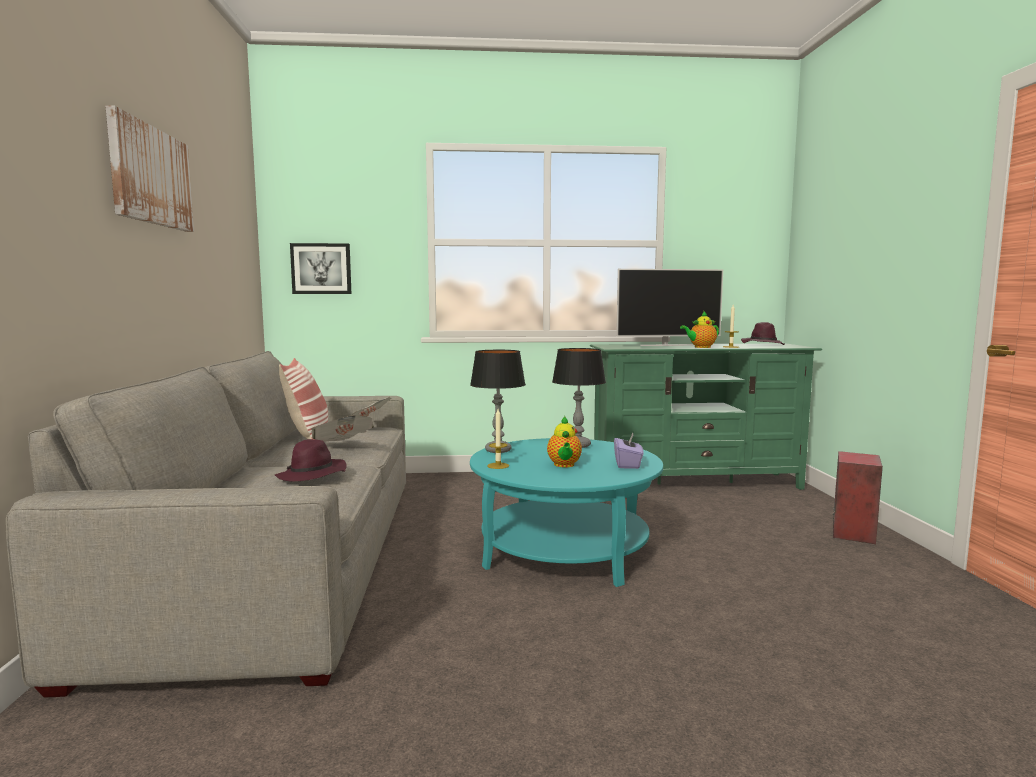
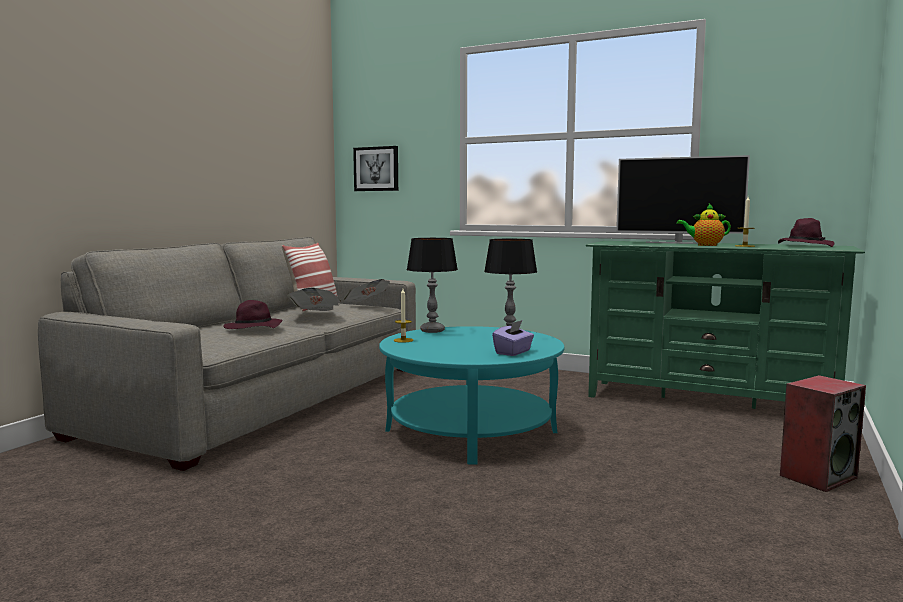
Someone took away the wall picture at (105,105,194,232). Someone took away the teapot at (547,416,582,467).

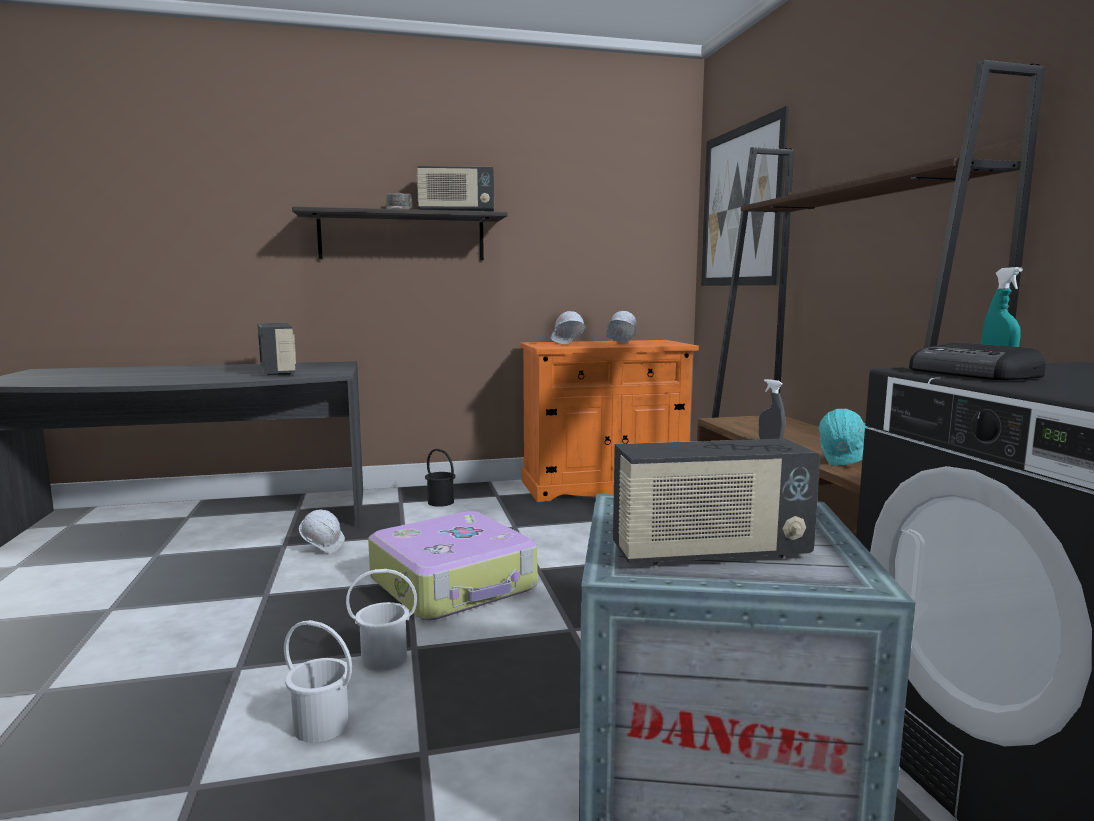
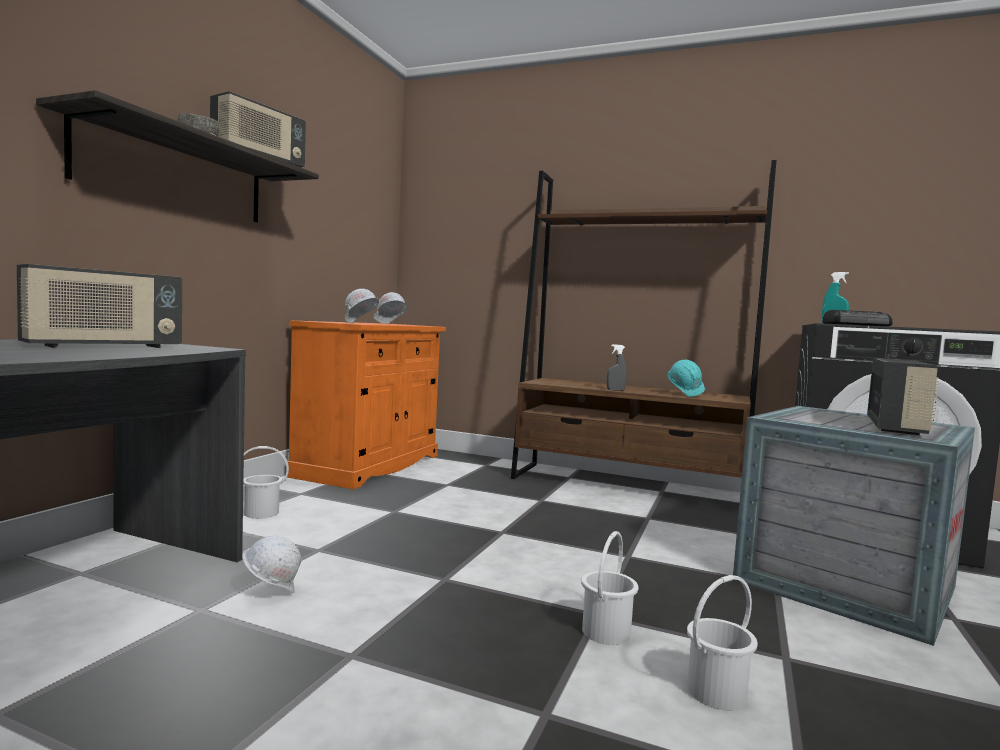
Someone took away the piece of luggage at (368,511,537,621). Someone took away the wall picture at (701,106,789,286). Someone repainted the black-coloured bucket at (425,449,456,507), which became the whitish bucket at (243,446,289,519). Someone rotated the radio set at (257,323,296,376) by 120 degrees clockwise.

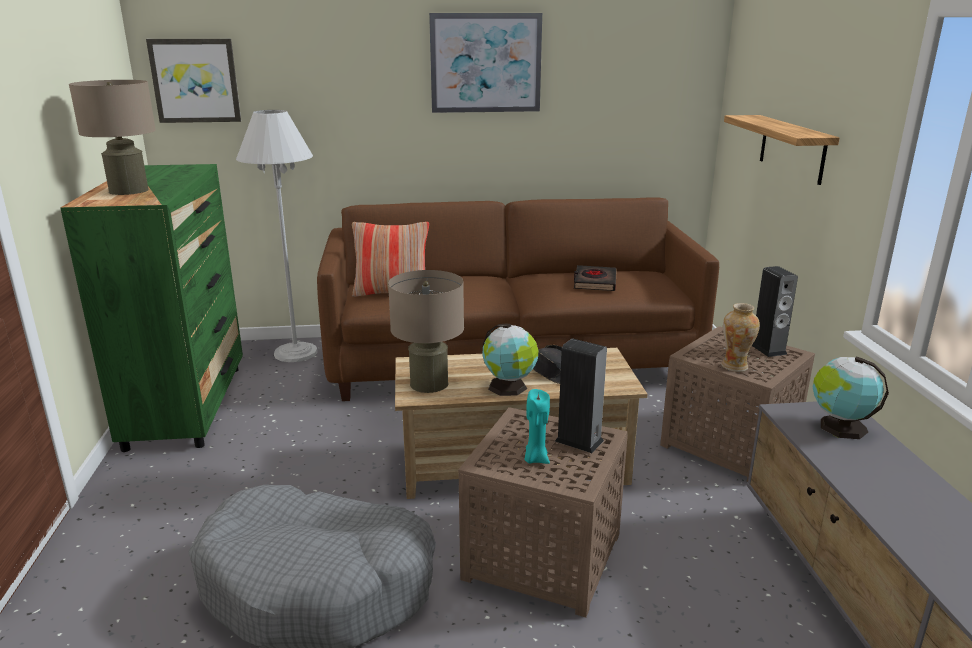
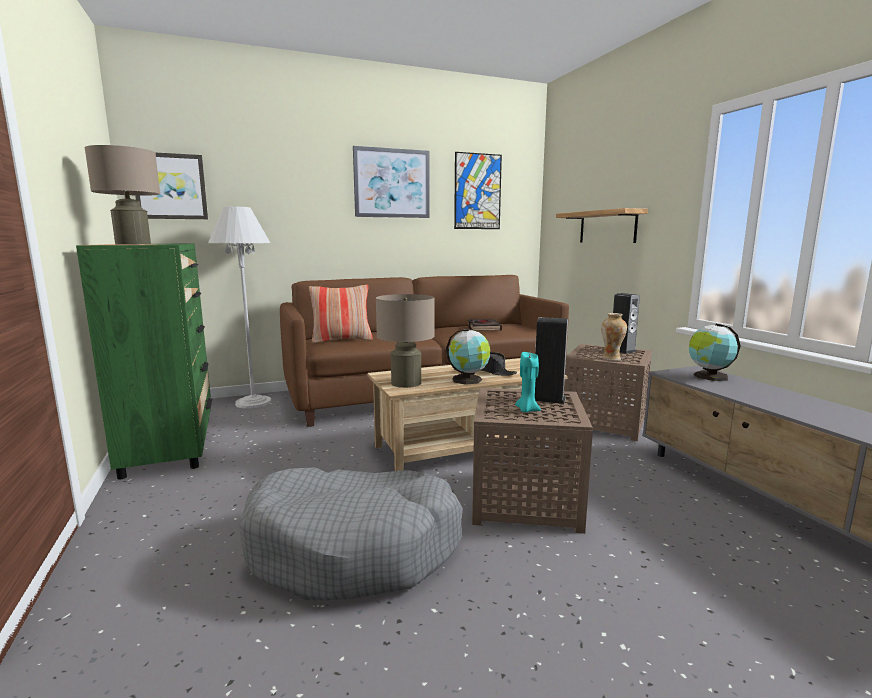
Someone put up the wall picture at (454,152,502,229).

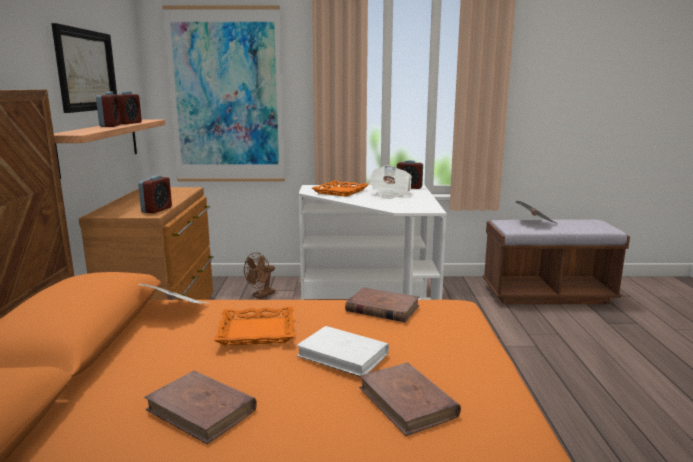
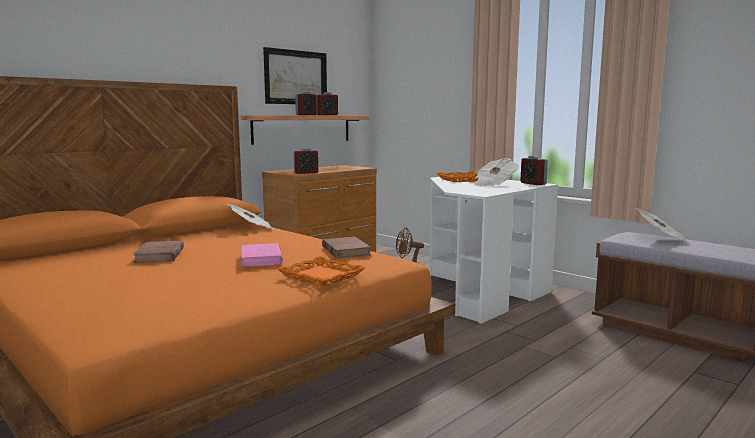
Someone took away the wall picture at (162,5,285,181). Someone took away the brownish bound book at (359,363,461,436). Someone carried the orangey serving tray from (214,307,295,346) to (277,256,366,287). Someone repainted the whitish bound book at (296,326,389,377), which became the pinkish bound book at (241,243,283,267).

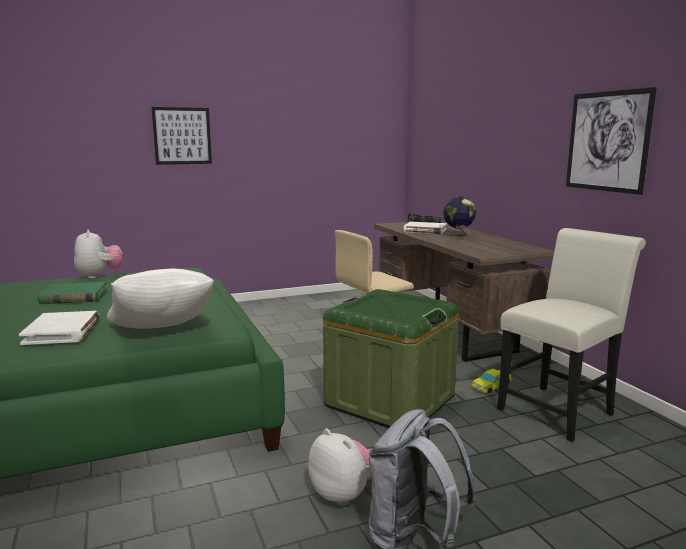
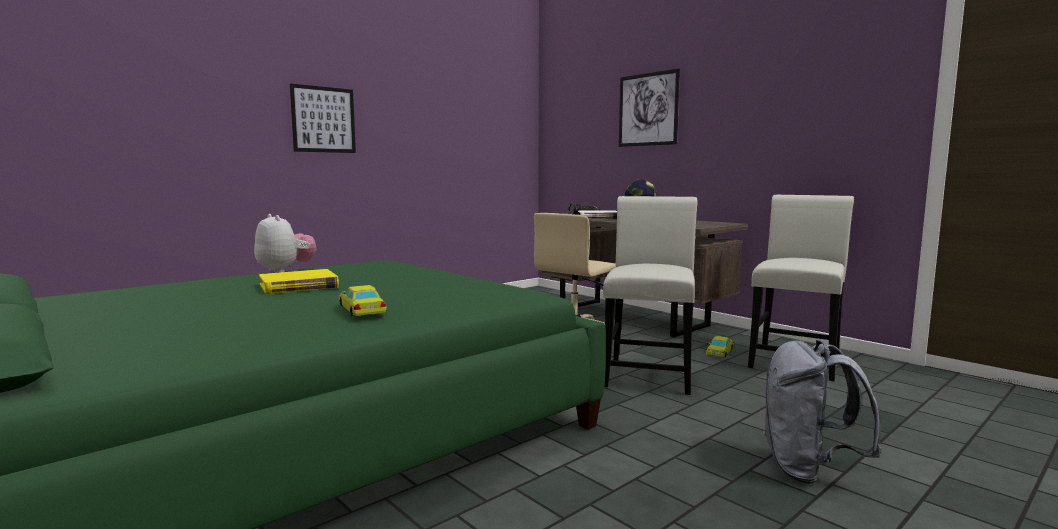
Someone took away the whitish cushion at (107,268,214,329). Someone took away the cuddly toy at (308,428,371,506). Someone carried the wall picture from (566,87,657,195) to (619,68,680,147). Someone swapped the whitish bound book at (19,311,99,345) for the yellow-coloured toy car at (339,285,387,316). Someone swapped the green storage box at (323,289,459,428) for the whitish upright chair at (603,196,698,395). Someone repainted the green bound book at (38,282,107,304), which became the yellow-coloured bound book at (259,269,339,294).

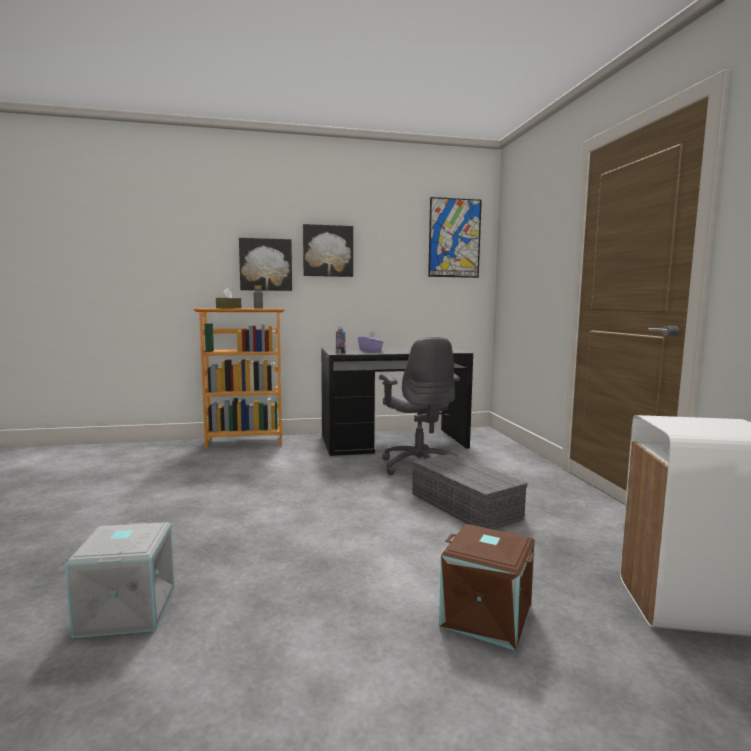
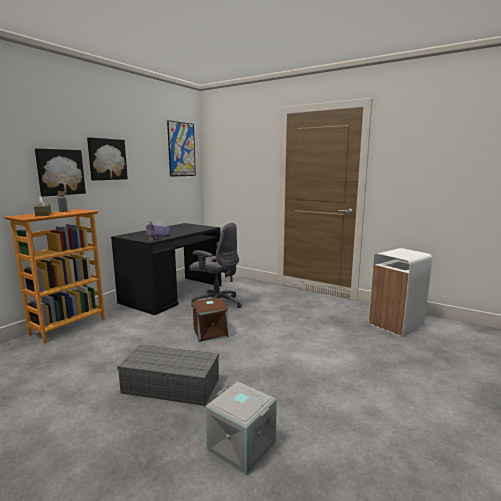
Someone carried the gray storage box from (412,454,527,530) to (117,345,219,406). Someone carried the brownish storage box from (439,524,535,651) to (193,298,229,342).

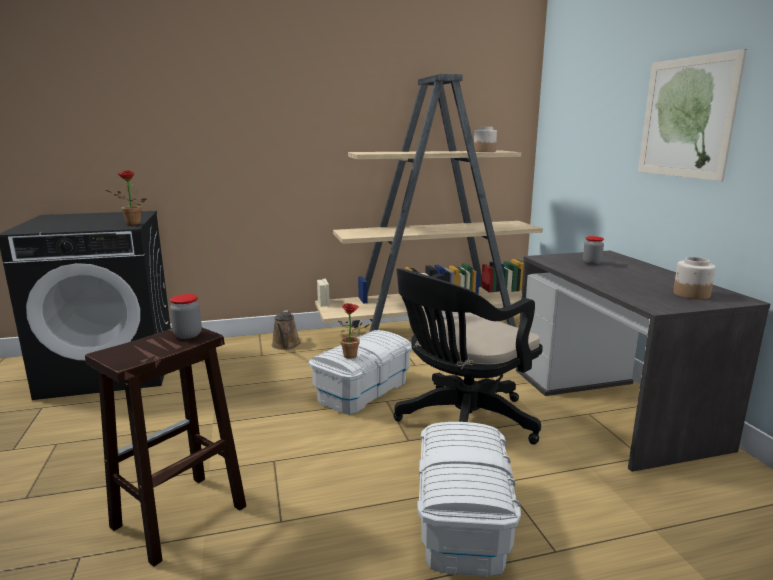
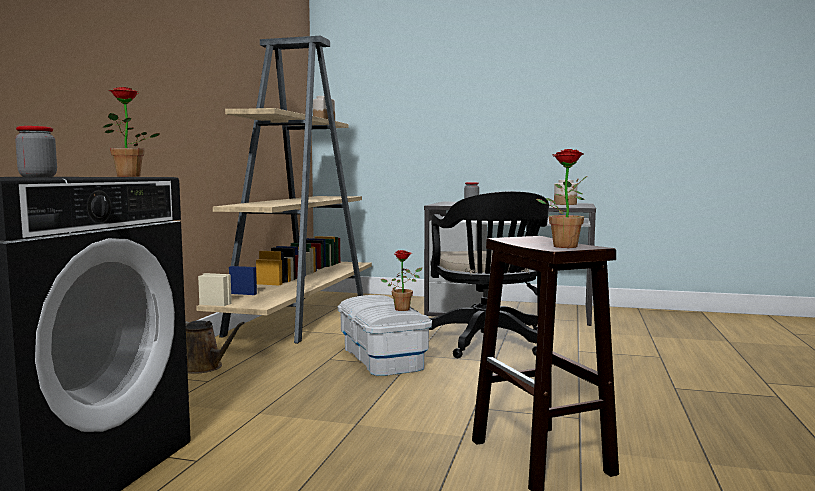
Someone took away the whitish storage box at (417,422,521,577). Someone took away the wall picture at (638,49,747,181). Someone put down the plant in a pot at (536,149,587,248). Someone carried the preserve jar from (170,294,202,339) to (15,126,57,177).

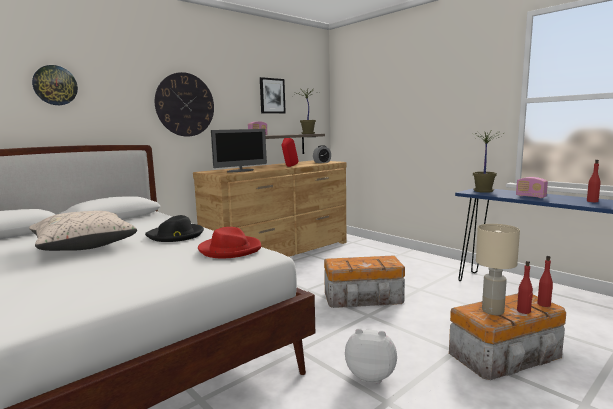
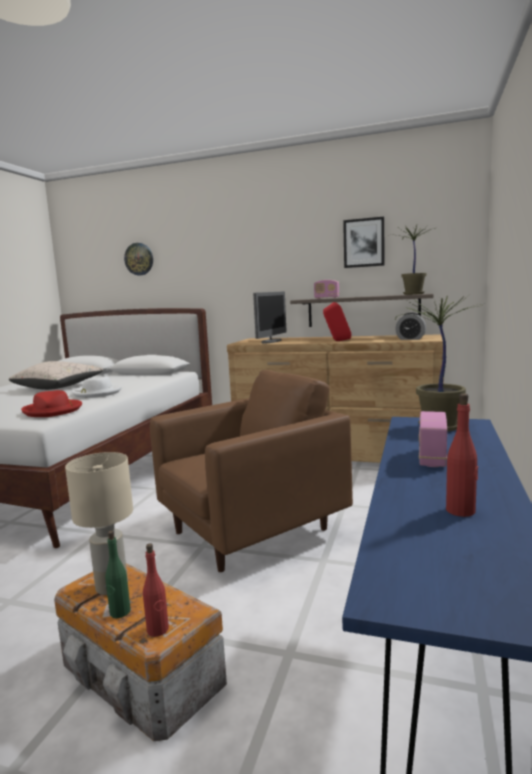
Someone took away the hanging clock at (155,72,214,137). Someone took away the cuddly toy at (345,328,397,383). Someone swapped the storage box at (324,256,405,308) for the brownish lounge chair at (150,370,353,572). Someone repainted the black-coloured clothing hat at (145,215,204,242), which became the whitish clothing hat at (72,376,122,398). Someone repainted the reddish beverage bottle at (517,261,533,314), which became the green beverage bottle at (105,531,131,618). Someone rotated the computer screen at (211,129,267,172) by 90 degrees counterclockwise.

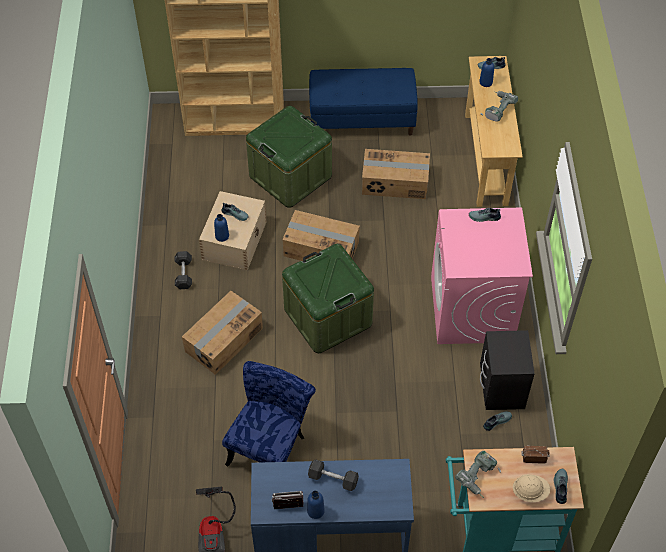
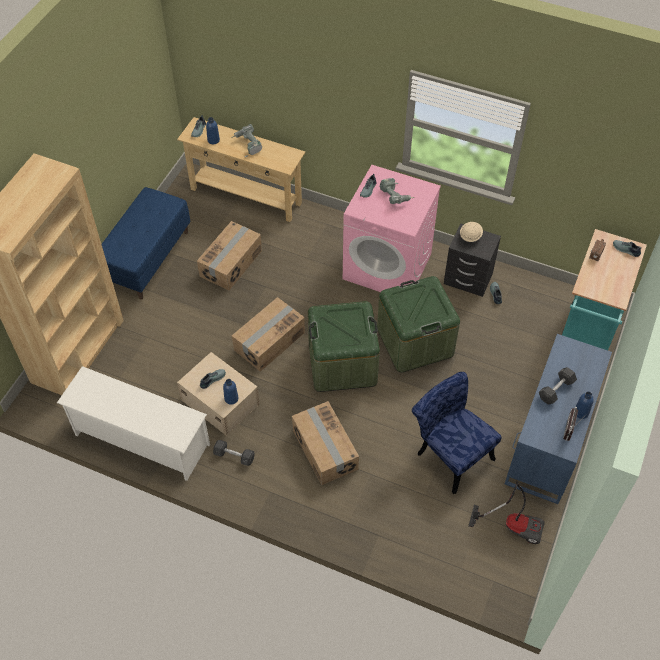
Someone put down the whitish shoe shelf at (57,366,210,481). Someone carried the green storage box from (246,106,332,208) to (377,276,460,372). Someone carried the power drill from (455,451,501,498) to (380,178,414,204). Someone carried the sand-coloured safety helmet from (513,474,550,502) to (460,222,483,242).

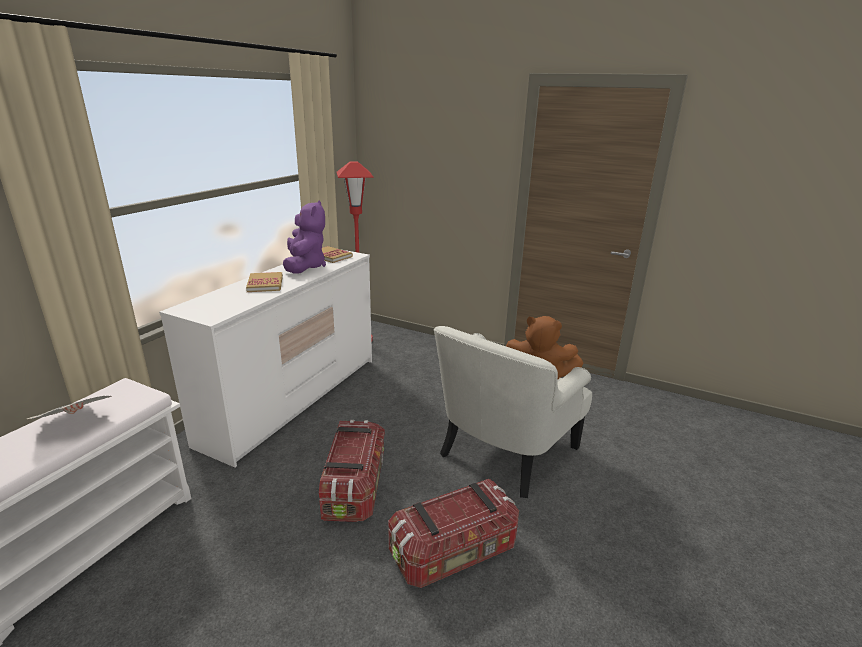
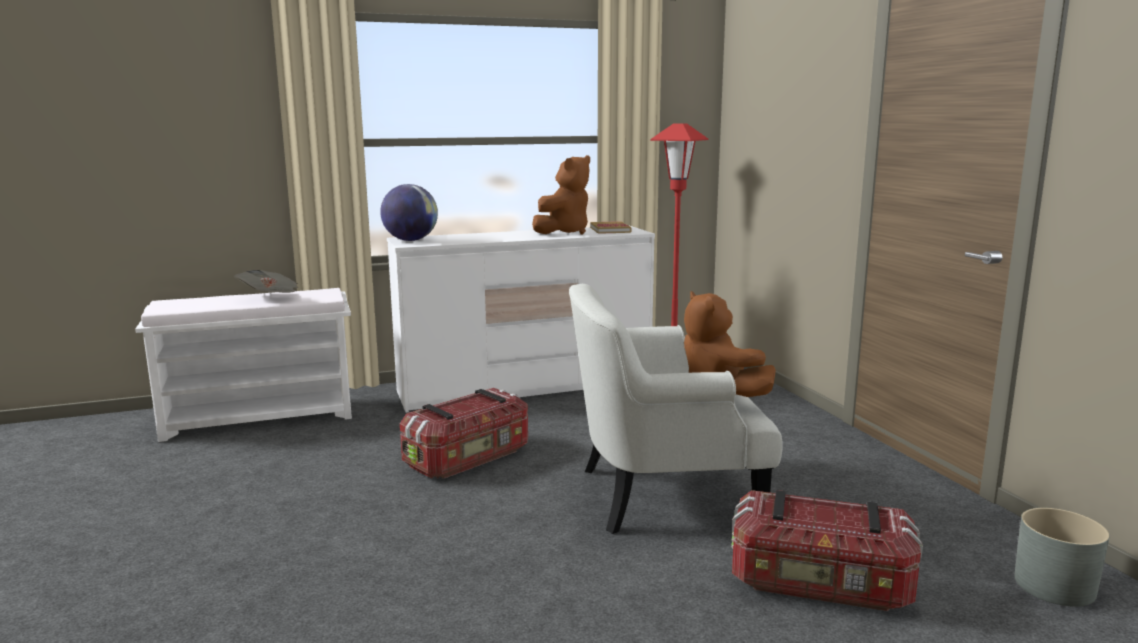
Someone took away the bound book at (246,272,283,292). Someone put down the globe at (380,184,438,241). Someone put down the gray plant pot at (1014,508,1110,607). Someone carried the storage box from (388,479,519,588) to (731,490,923,611). Someone repainted the purple cuddly toy at (283,200,326,274), which became the brownish cuddly toy at (532,155,590,234).

